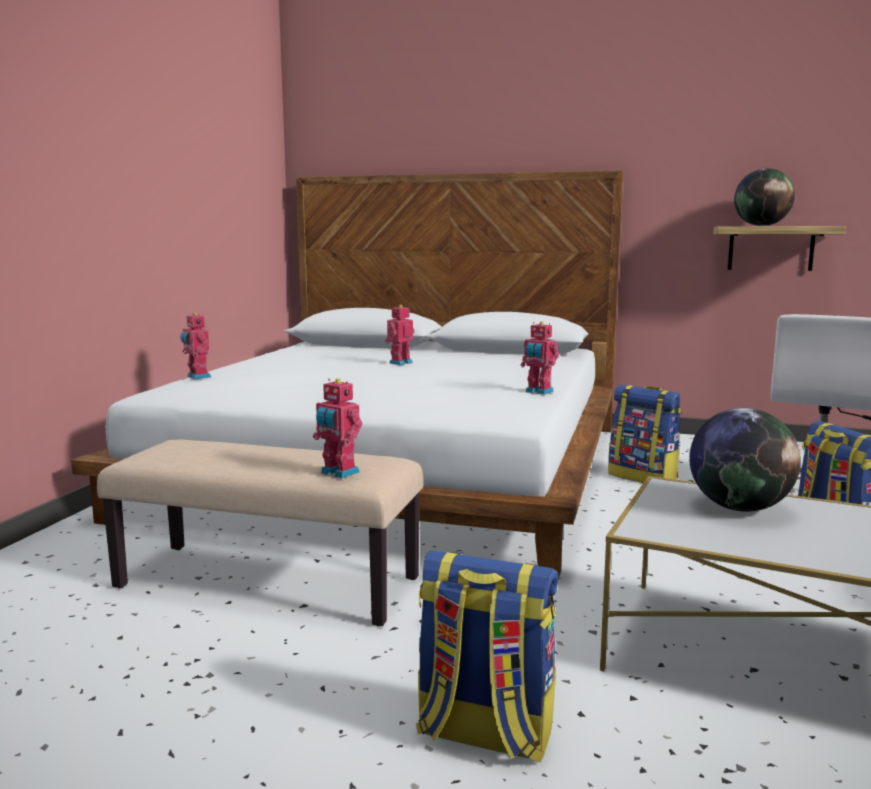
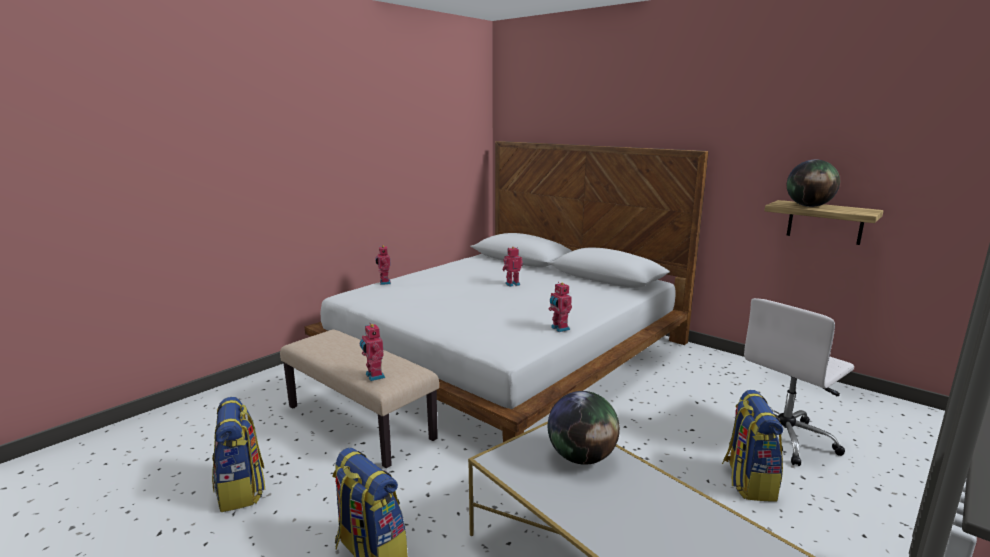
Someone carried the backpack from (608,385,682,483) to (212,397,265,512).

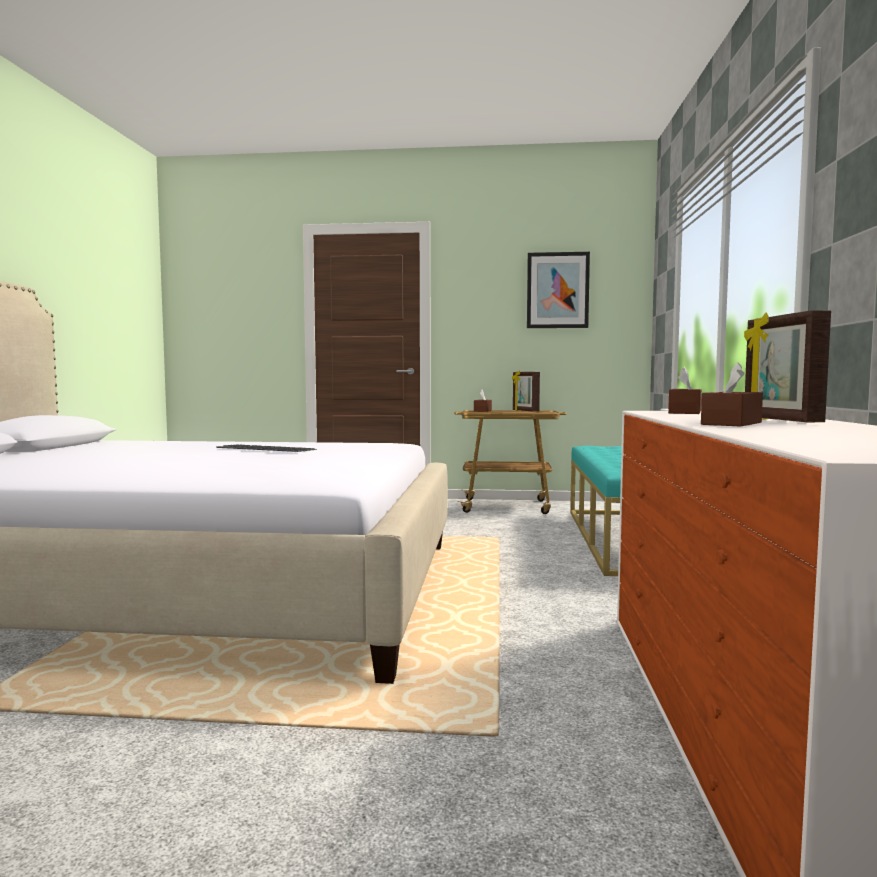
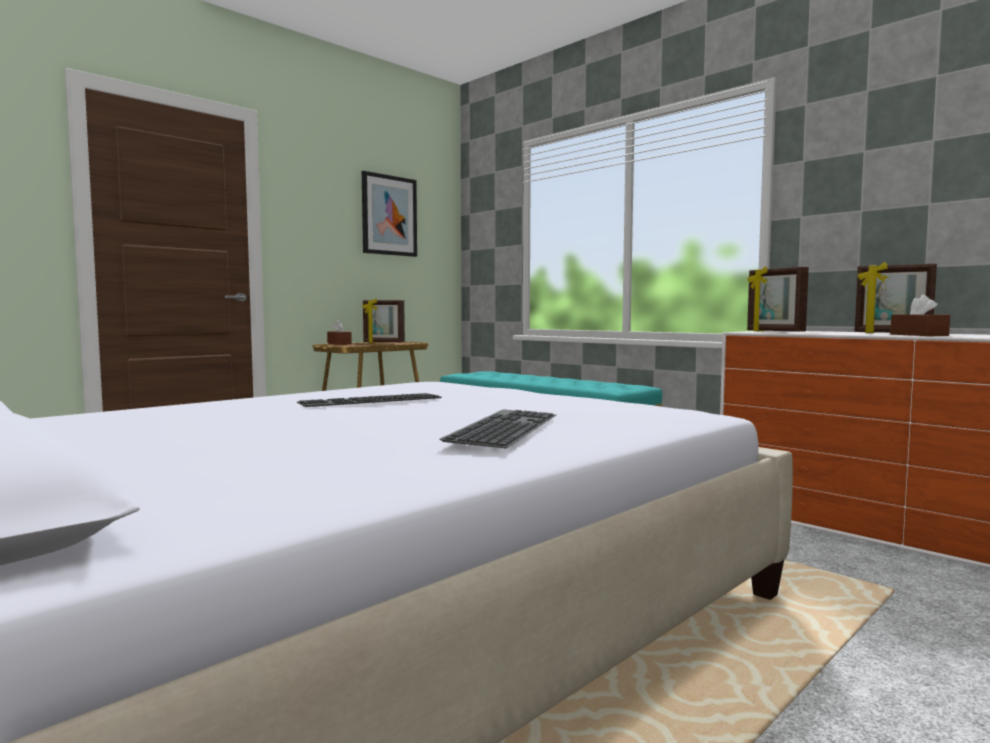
Someone put down the keyboard at (439,409,556,448). Someone swapped the brownish box of tissues at (668,367,702,414) for the standing frame at (747,266,809,332).

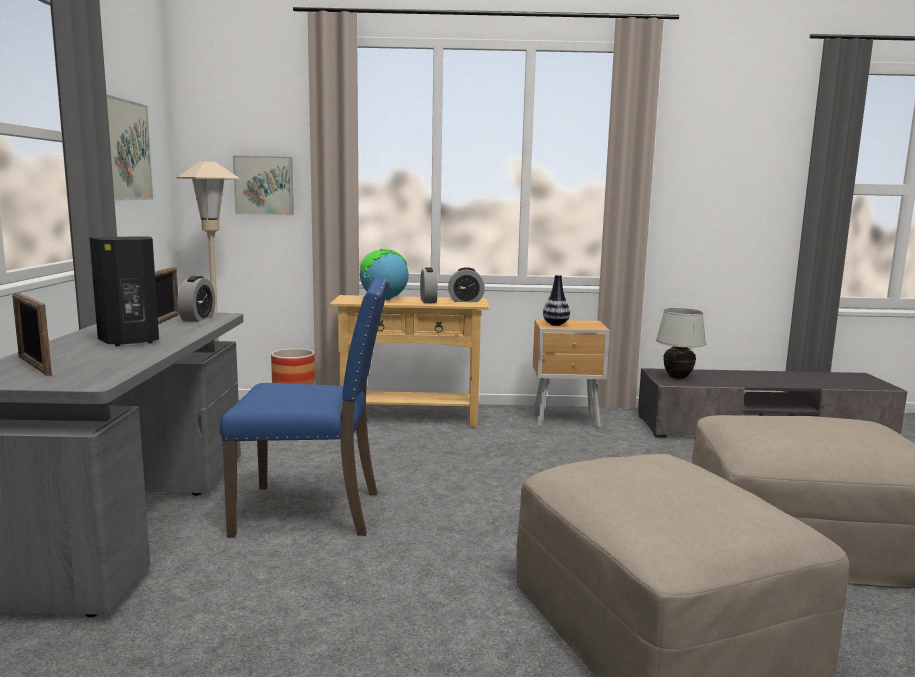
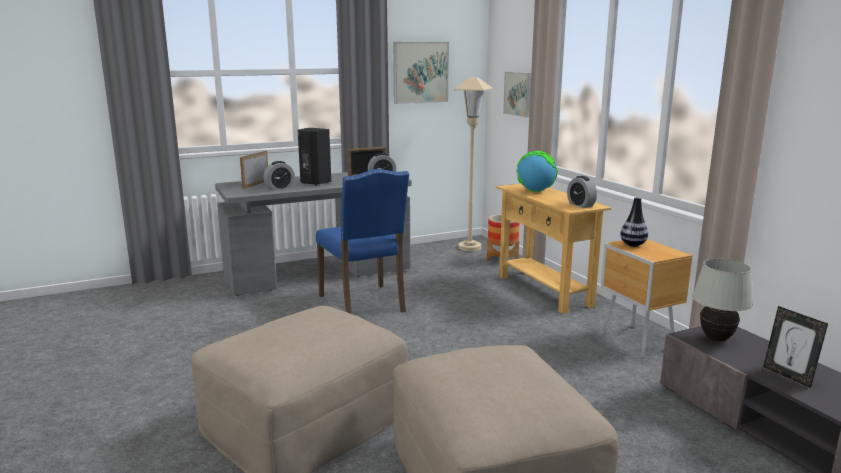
Someone put down the standing frame at (763,306,828,388). Someone carried the alarm clock from (420,267,438,303) to (263,161,295,190).

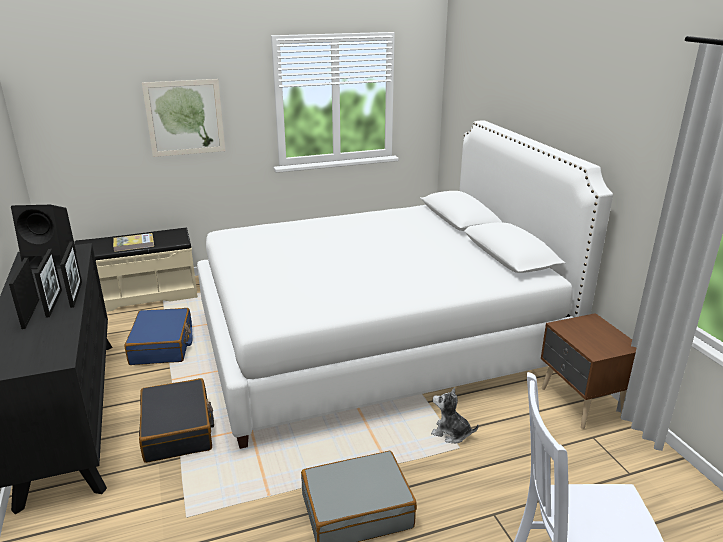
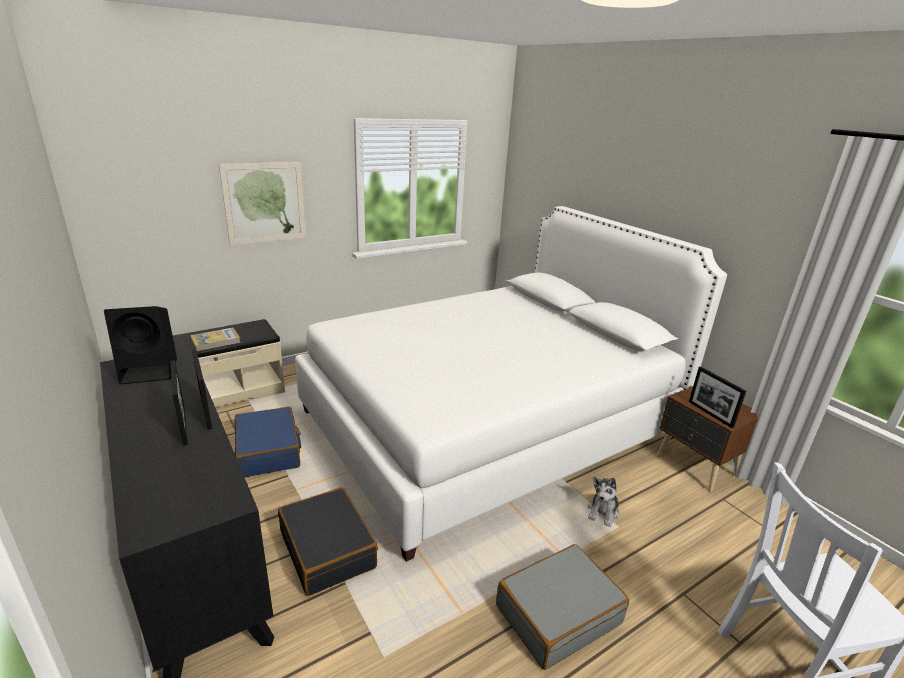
Someone carried the standing frame from (9,258,39,329) to (689,367,746,428). Someone rotated the cuddly toy at (431,387,479,443) by 75 degrees counterclockwise.

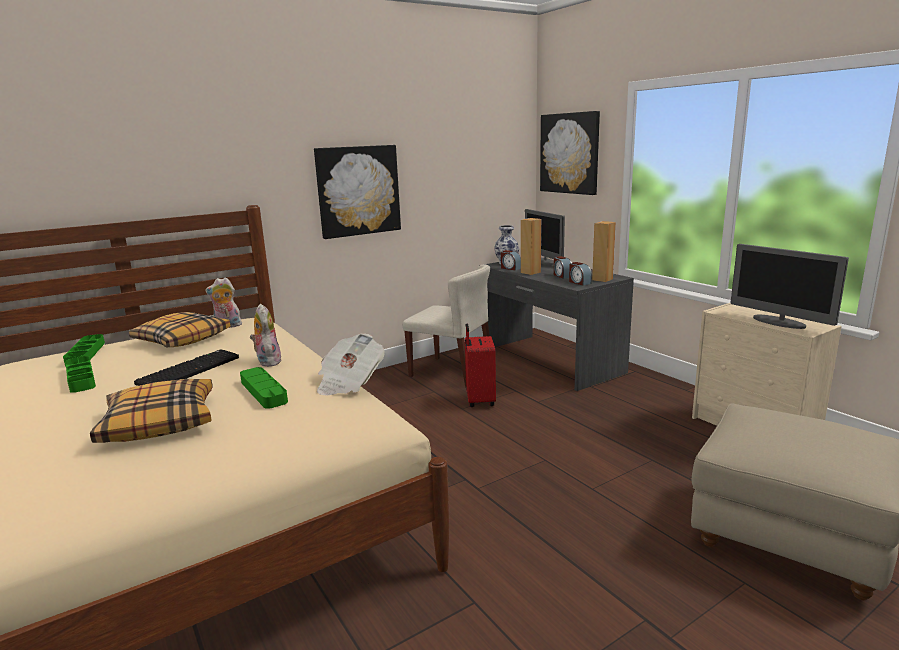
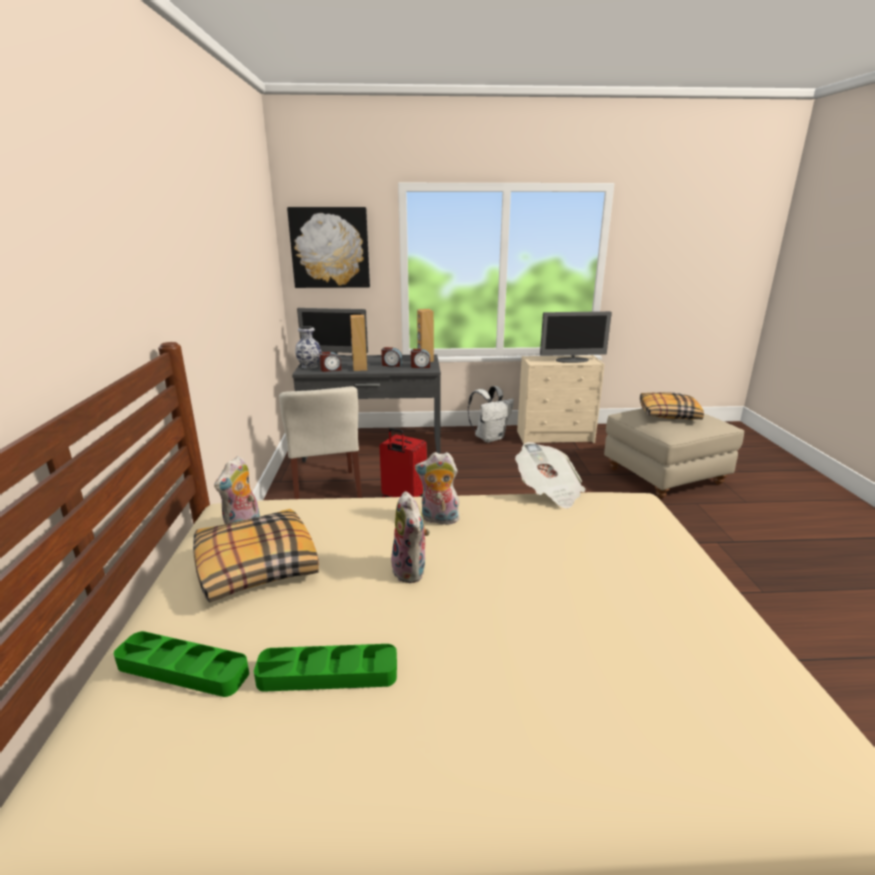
Someone took away the green serving tray at (240,367,288,409). Someone took away the wall picture at (314,145,401,239). Someone put down the whitish backpack at (468,386,514,443). Someone carried the cushion from (90,379,213,443) to (640,392,704,419). Someone swapped the keyboard at (134,349,239,386) for the cuddly toy at (391,491,430,583). Someone rotated the sand-coloured upright chair at (403,264,490,387) by 105 degrees clockwise.

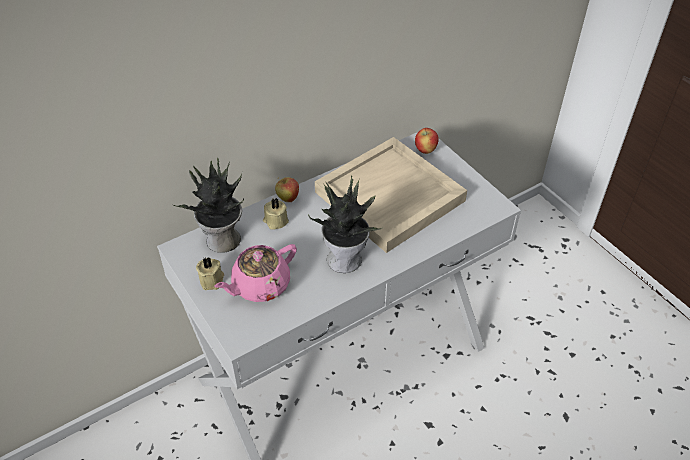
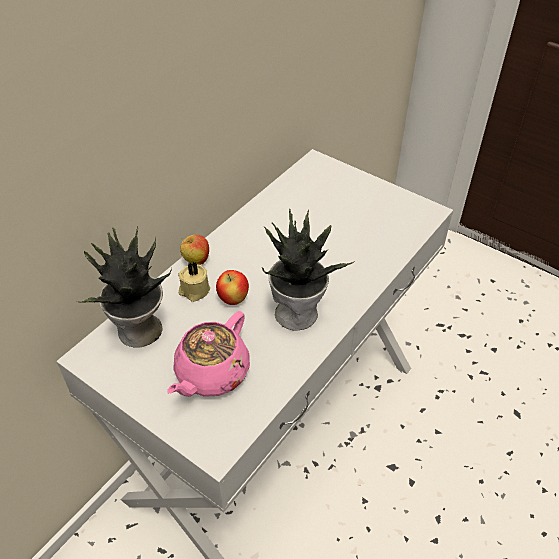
Someone took away the sand-coloured candle at (196,257,224,290). Someone took away the sand-coloured serving tray at (315,137,467,253). Someone carried the apple fruit from (415,128,439,154) to (216,270,249,305).

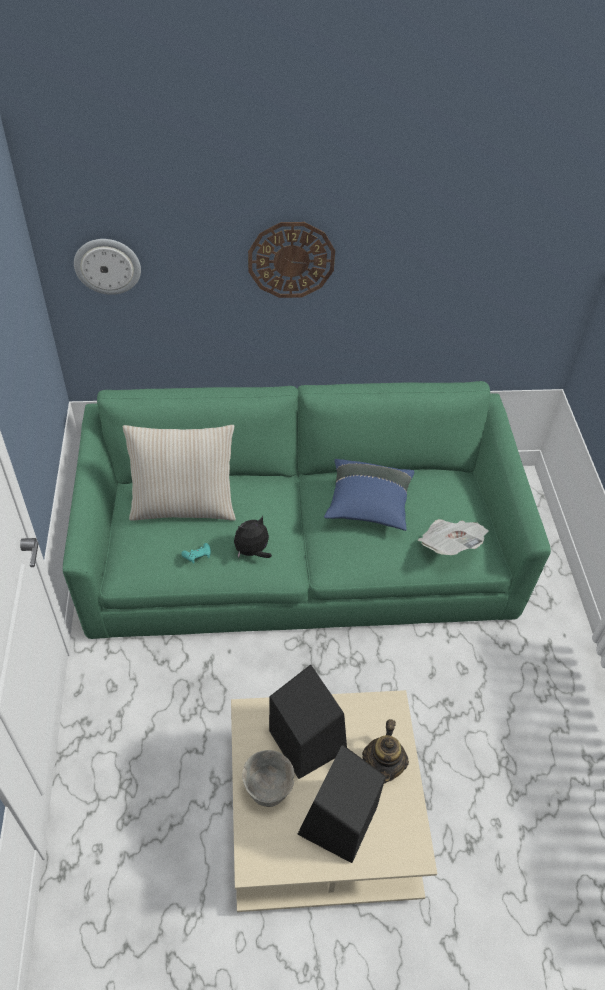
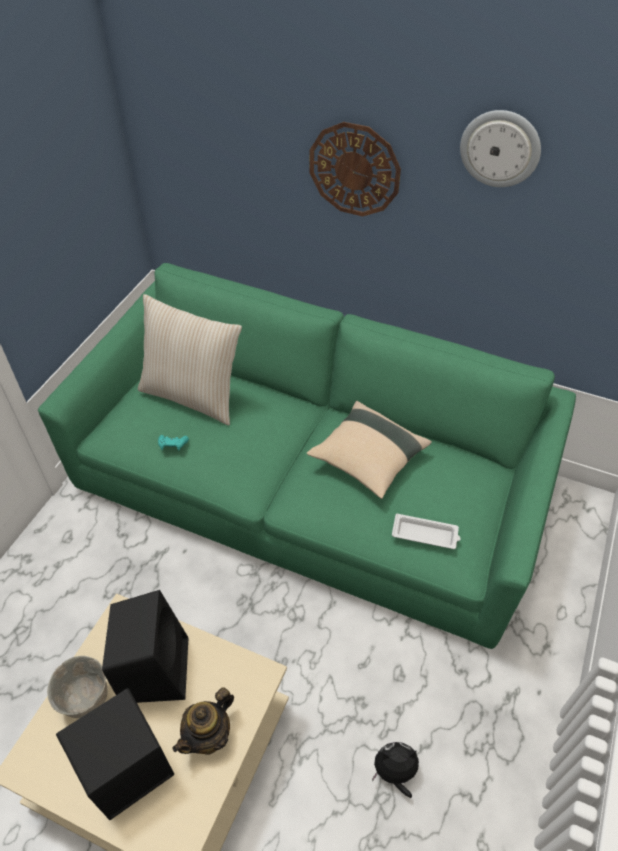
Someone carried the hanging clock from (74,239,141,295) to (460,110,541,187). Someone carried the cuddly toy from (234,516,272,558) to (372,742,419,798). Someone swapped the printed paper at (418,519,489,555) for the whitish serving tray at (392,513,461,549). Someone repainted the blue-coloured cushion at (324,459,414,531), which became the sand-coloured cushion at (307,401,432,499).

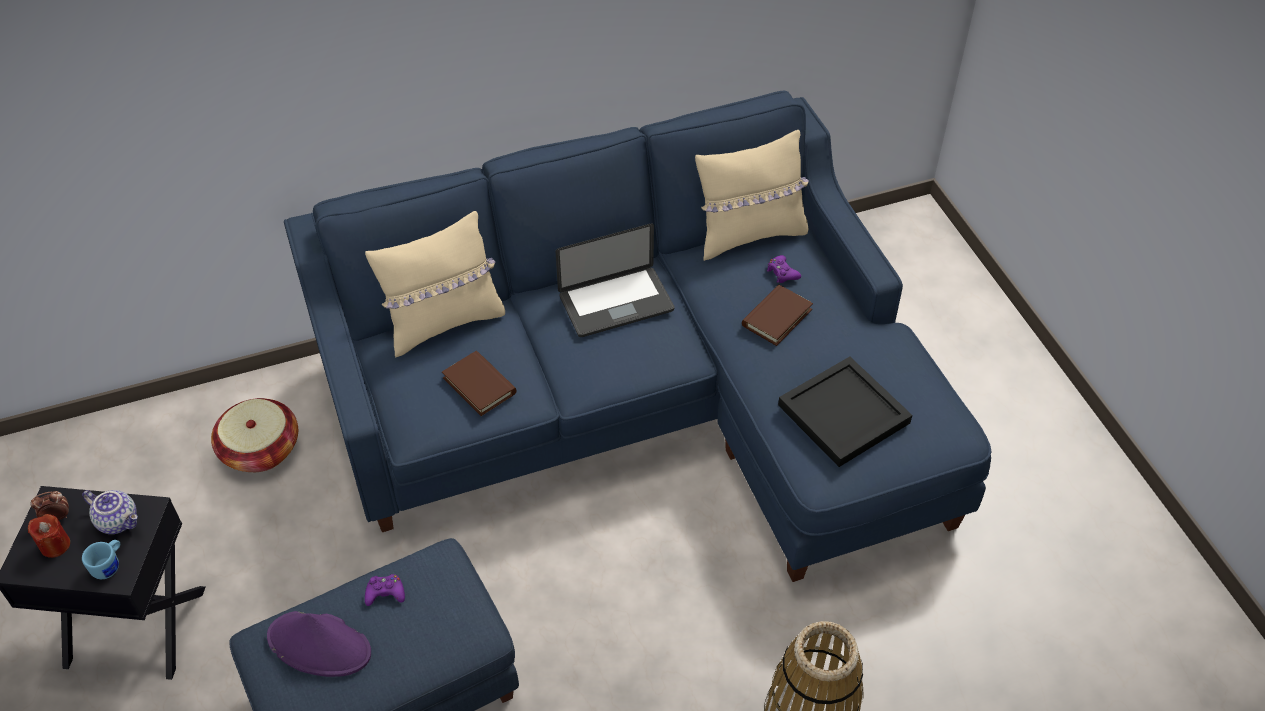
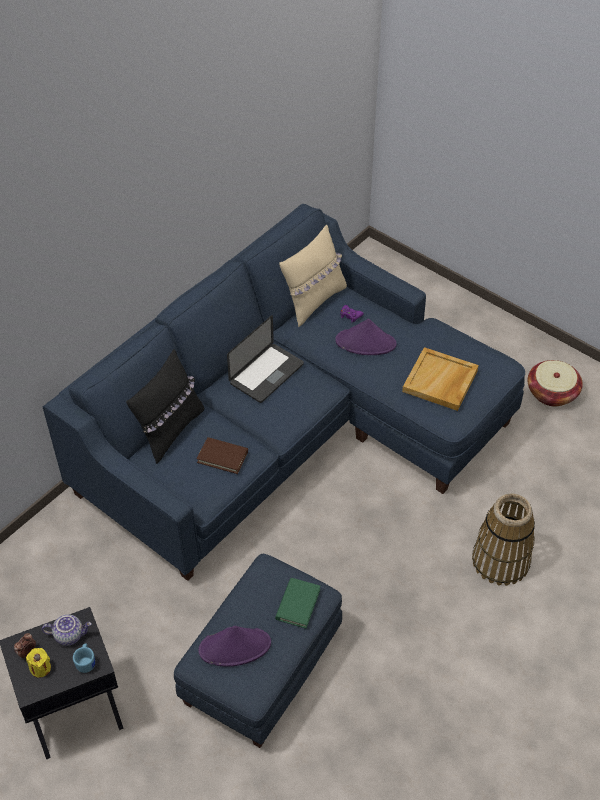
Someone took away the purple gamepad at (365,574,405,606). Someone put down the green bound book at (275,578,321,628). Someone carried the storage basket from (211,398,298,472) to (528,360,583,406). Someone swapped the brownish bound book at (742,285,813,346) for the purple clothing hat at (335,318,397,355). Someone repainted the reddish candle at (28,514,70,558), which became the yellow-coloured candle at (26,648,51,678). Someone repainted the sand-coloured cushion at (365,211,505,358), which became the black-coloured cushion at (126,349,204,464). Someone repainted the black-coloured serving tray at (778,357,912,467), which became the sand-coloured serving tray at (402,347,479,411).

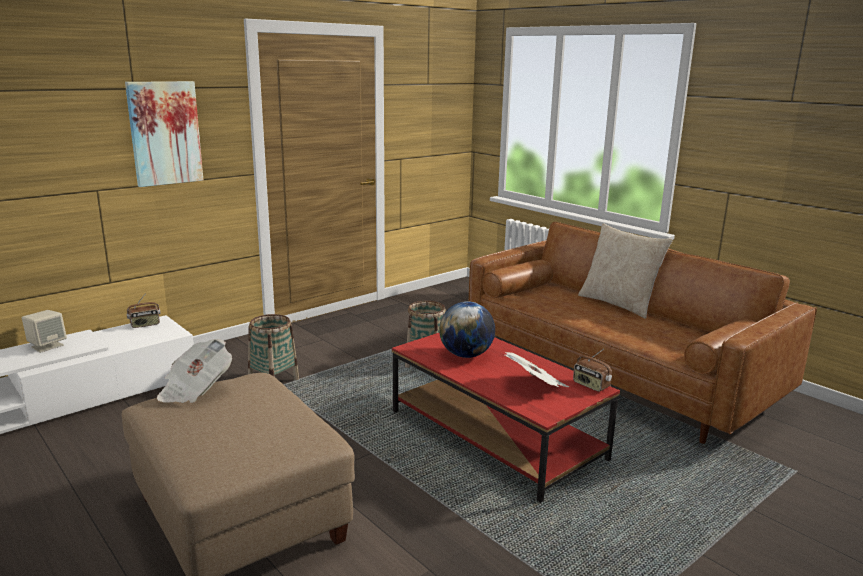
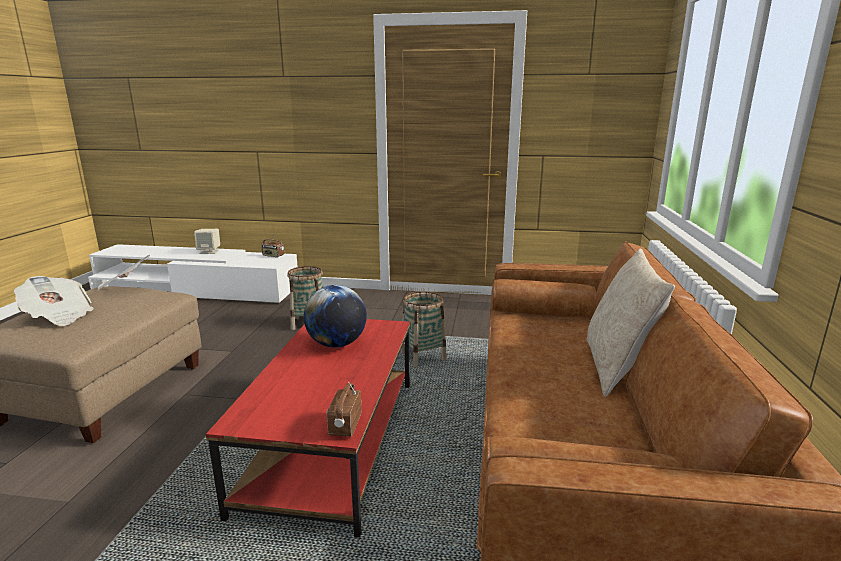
Someone took away the wall picture at (125,81,203,187). Someone carried the printed paper from (505,352,569,387) to (14,276,94,326).

